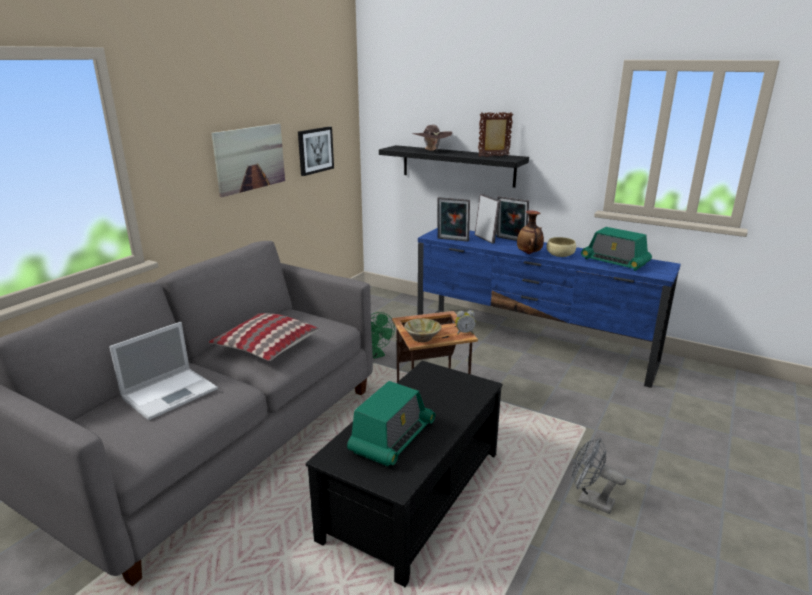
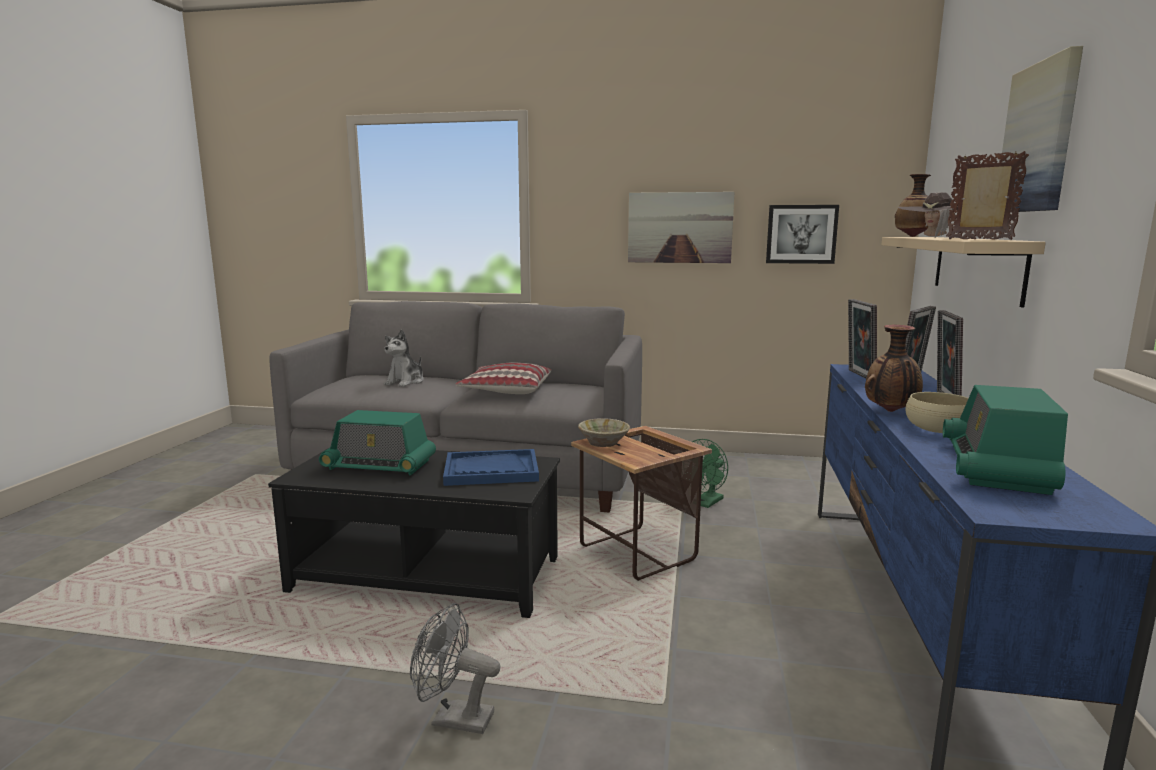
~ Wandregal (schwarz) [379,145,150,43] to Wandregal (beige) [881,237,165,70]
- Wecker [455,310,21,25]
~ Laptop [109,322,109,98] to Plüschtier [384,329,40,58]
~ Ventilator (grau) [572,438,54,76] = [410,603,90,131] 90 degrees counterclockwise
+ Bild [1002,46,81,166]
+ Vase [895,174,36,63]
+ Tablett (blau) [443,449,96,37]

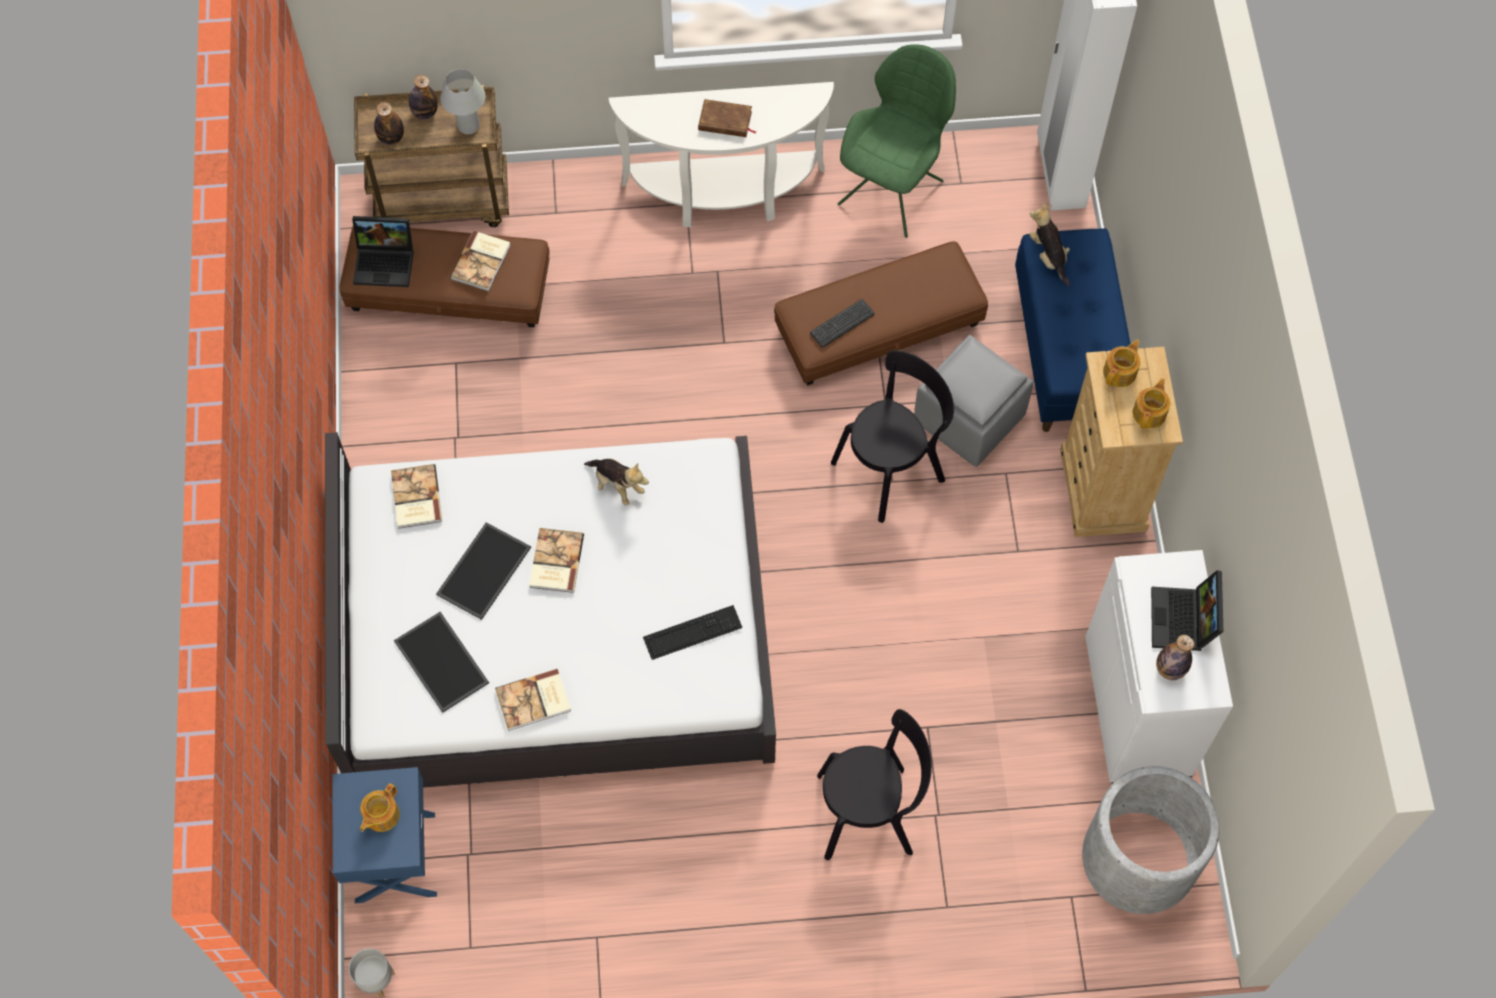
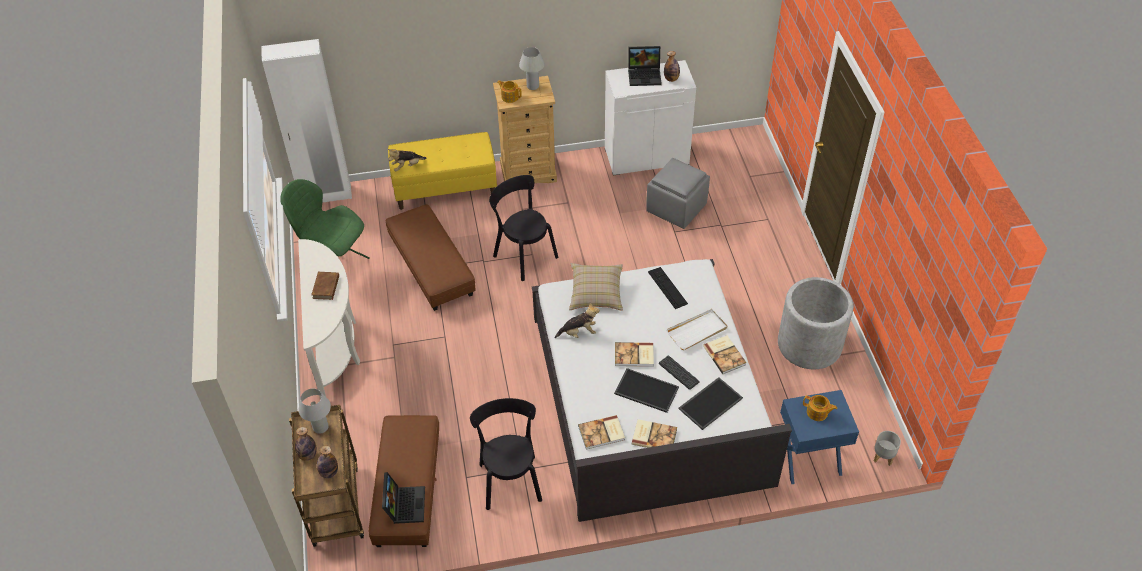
~ Bank (blau) [1015,228,116,204] to Bank (gelb) [388,132,109,78]
~ Buch [450,231,61,60] to [632,419,45,29]
~ Tastatur [810,299,65,49] to [659,355,40,35]
~ Polsterhocker (grau) [914,335,120,132] to [646,158,64,71]
~ Teekanne [1133,378,37,51] to Tischlampe (weiß) [519,47,26,43]
~ Plüschtier [584,459,65,46] = [554,303,46,35] 45 degrees clockwise
~ Stuhl (schwarz) [817,709,115,151] to [470,398,72,112]
~ Pflanzkübel (grau) [1082,766,138,148] to [778,277,75,92]
+ Kissen (beige) [569,263,54,48]
+ Tablett (weiß) [667,309,60,41]

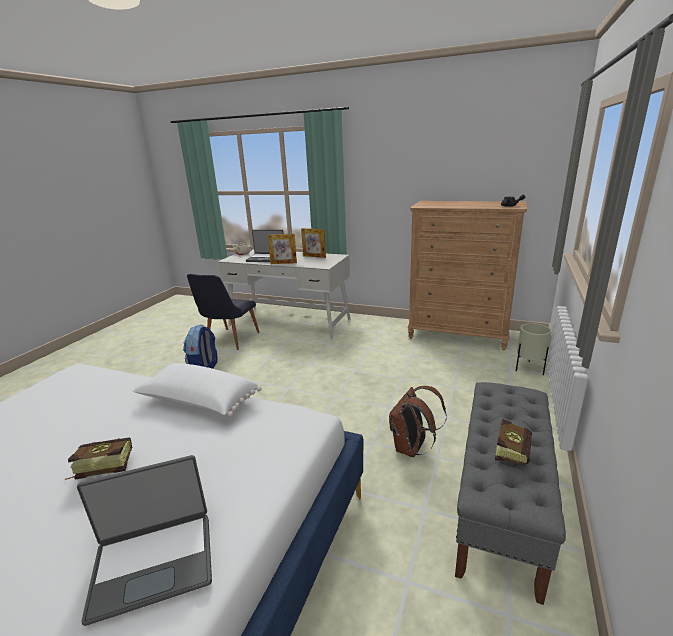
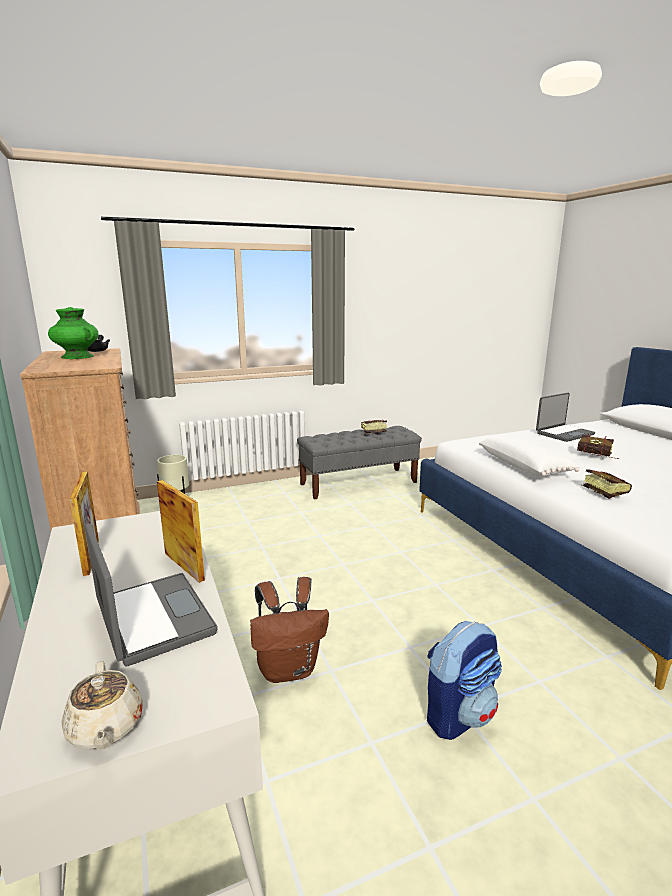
- Stuhl (schwarz) [187,274,73,76]
~ Rucksack (braun) [389,386,58,71] to [250,577,79,106]
~ Laptop [77,455,135,171] = [536,393,59,49] 120 degrees clockwise
+ Vase (grün) [48,307,51,52]
+ Buch [581,469,51,30]

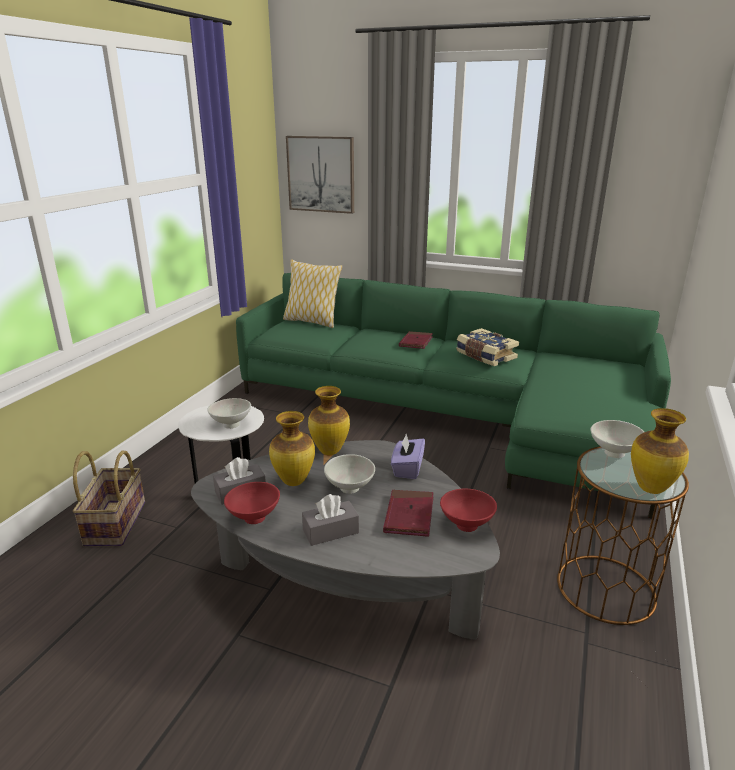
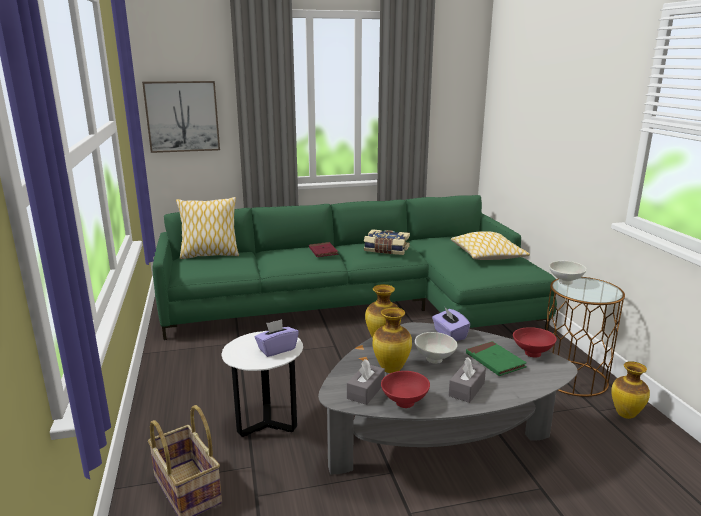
~ Schüssel (weiß) [207,398,44,31] to Taschentuchbox (lila) [255,319,44,38]
~ Vase [631,408,58,86] to [611,361,39,58]
~ Buch (rot) [383,490,51,47] to Buch (grün) [466,341,61,35]
+ Kissen [451,231,79,29]

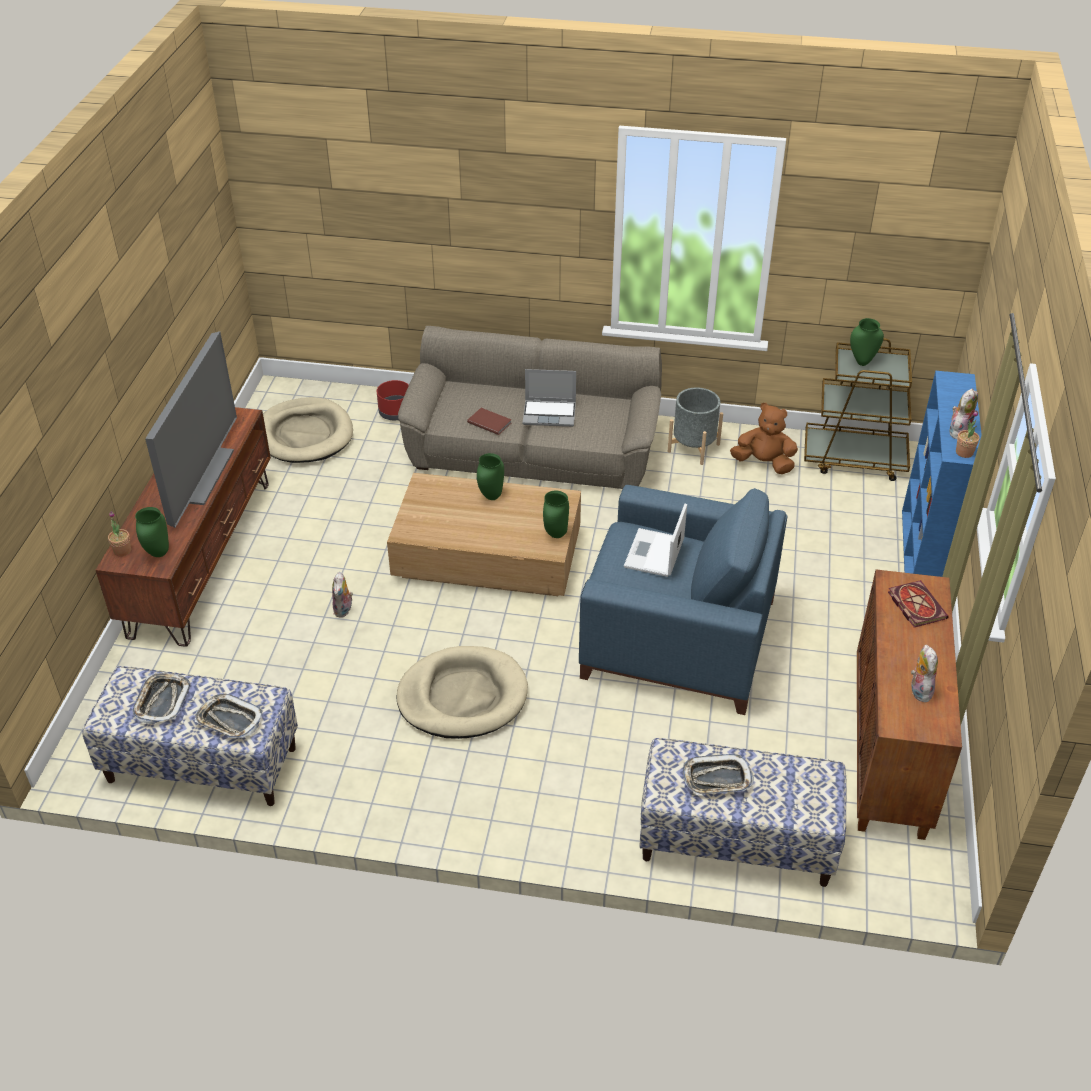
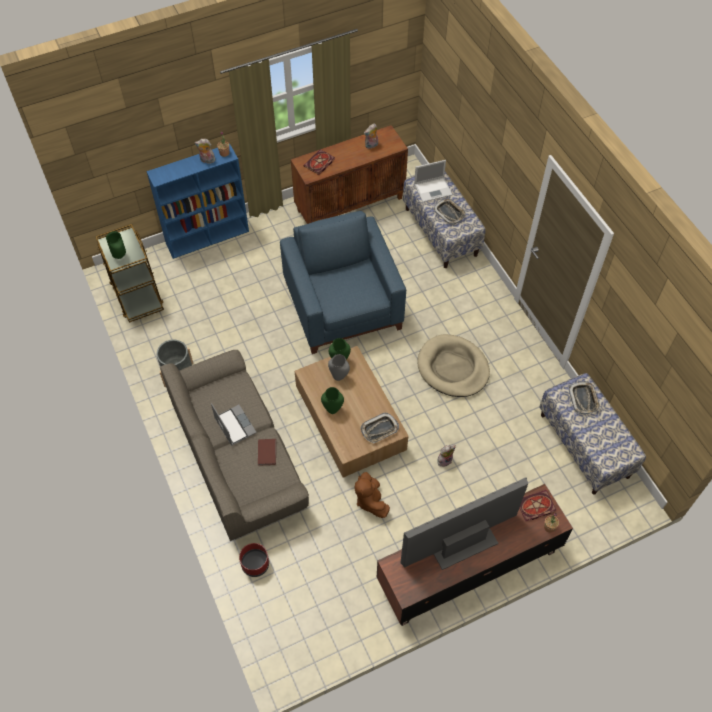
- Hundebett (beige) [263,397,90,66]
~ Plüschtier (braun) [730,403,68,71] to [355,472,35,46]
~ Laptop [624,504,63,73] to [414,160,38,42]
~ Vase (grün) [135,507,34,50] to Buch [520,490,36,31]
~ Tablett [133,673,57,51] to [360,413,39,30]
+ Vase (grau) [328,354,22,27]

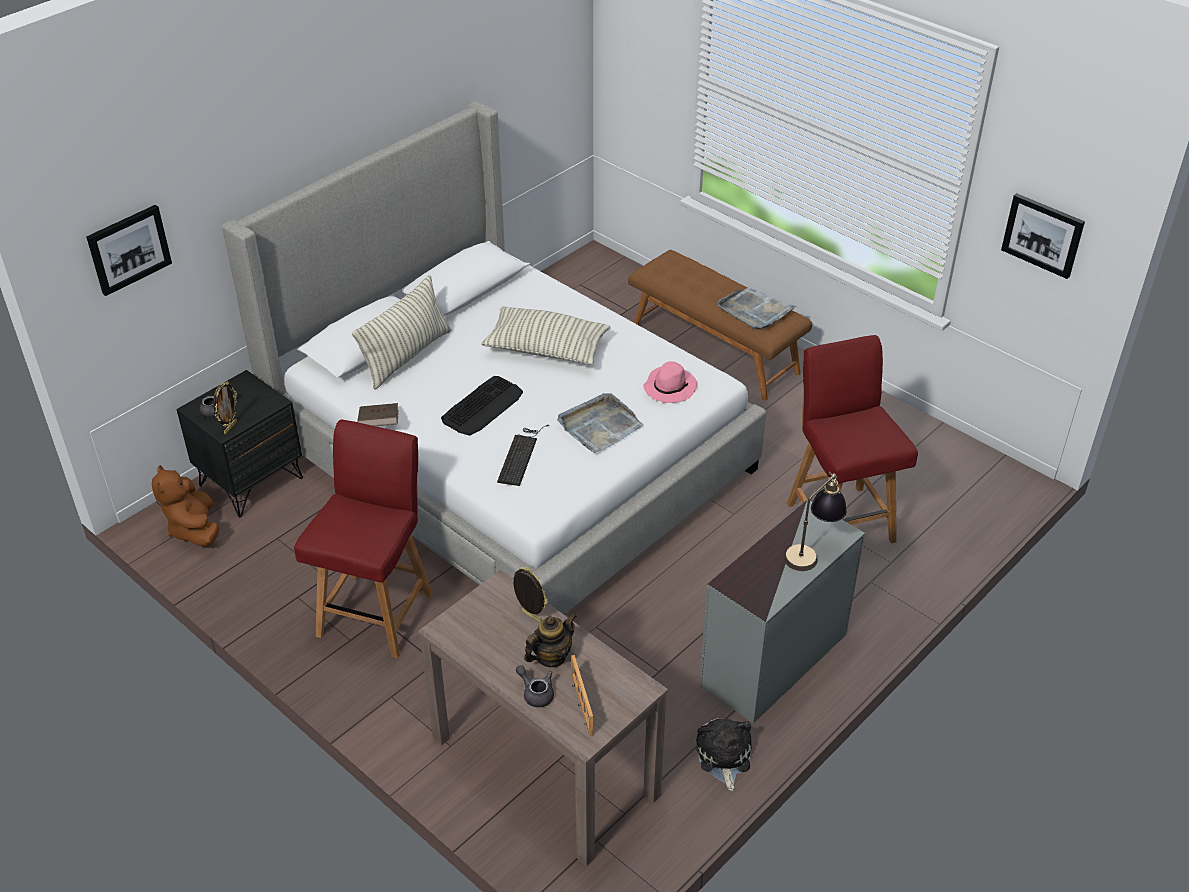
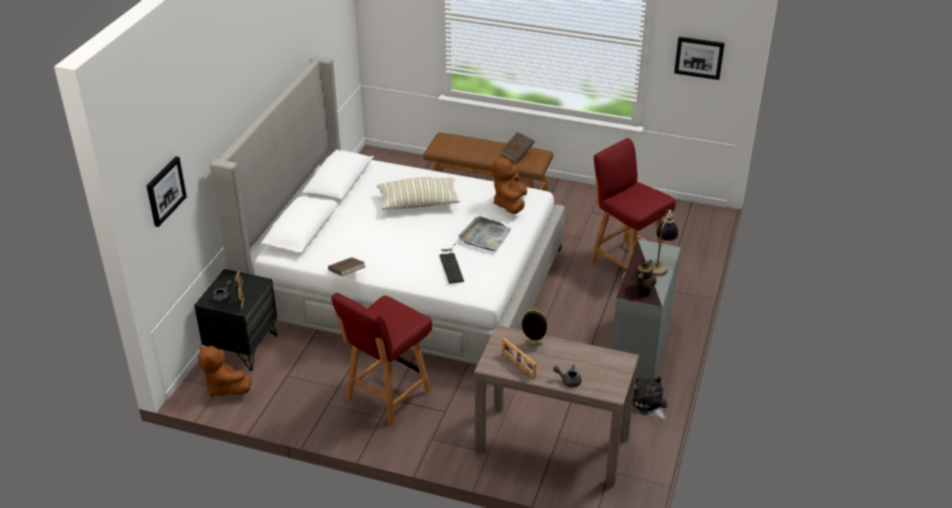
- Kissen [352,275,100,115]
~ Tablett (grau) [717,287,80,43] to Buch (braun) [500,132,35,30]
~ Hut (rosa) [643,361,54,42] to Plüschtier (braun) [492,154,35,60]
- Tastatur [441,376,82,60]
~ Stuhl (rot) [294,420,139,238] = [331,293,101,133] 135 degrees counterclockwise
~ Teekanne [524,613,53,54] to [631,260,26,34]
~ Bilderrahmen [571,655,22,81] to [502,338,34,41]

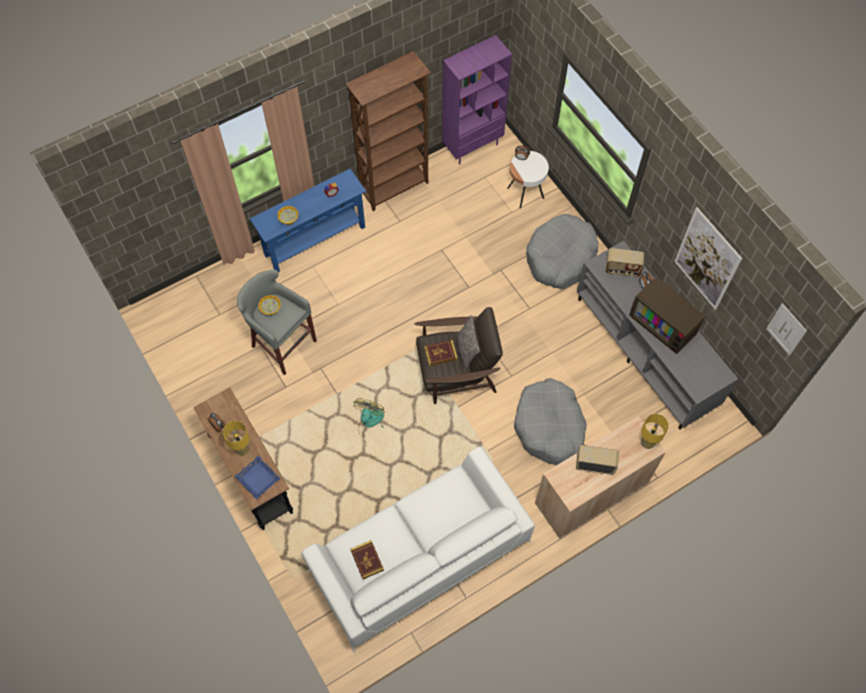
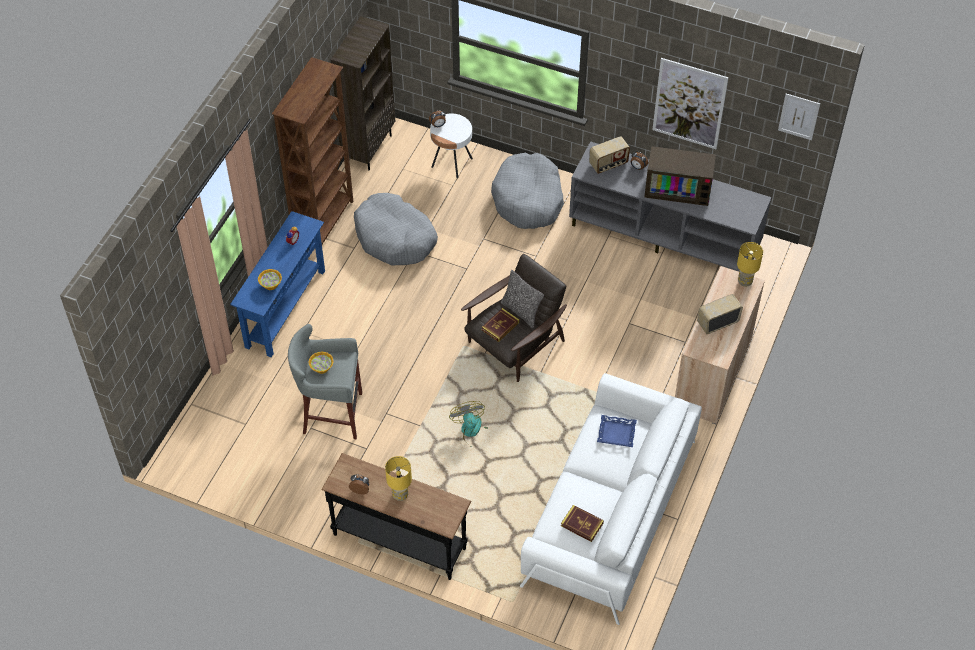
~ Bücherregal (lila) [442,35,70,130] to Bücherregal (braun) [331,16,64,155]
~ Hundebett (grau) [514,378,72,87] to [354,193,84,72]
~ Tablett (blau) [234,456,46,44] to [597,415,40,32]

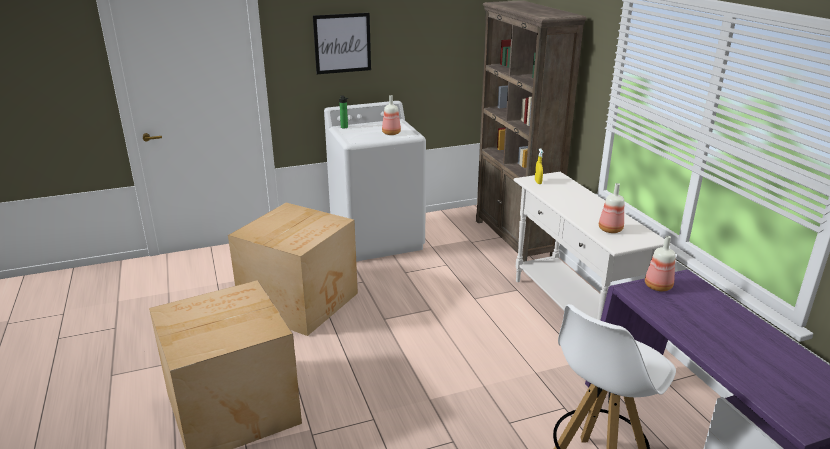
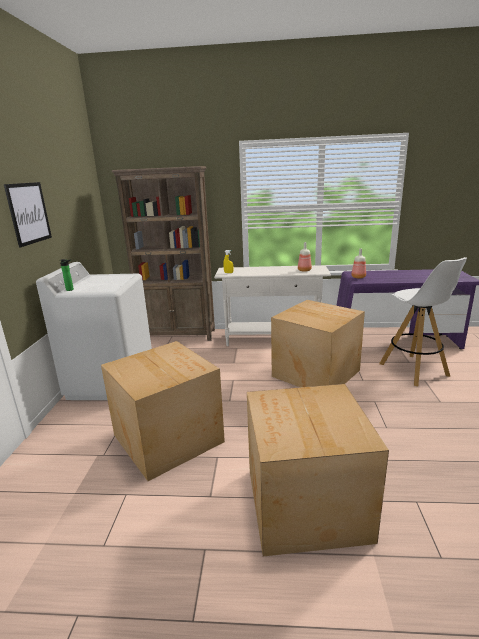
- Flasche [382,95,19,40]
+ Karton [271,300,94,87]

